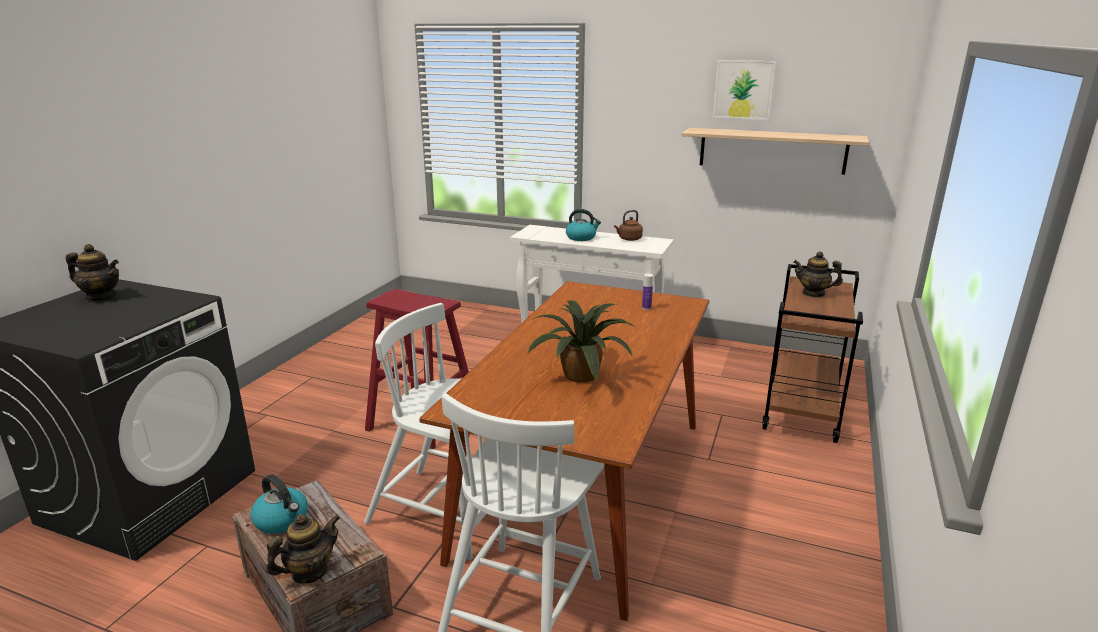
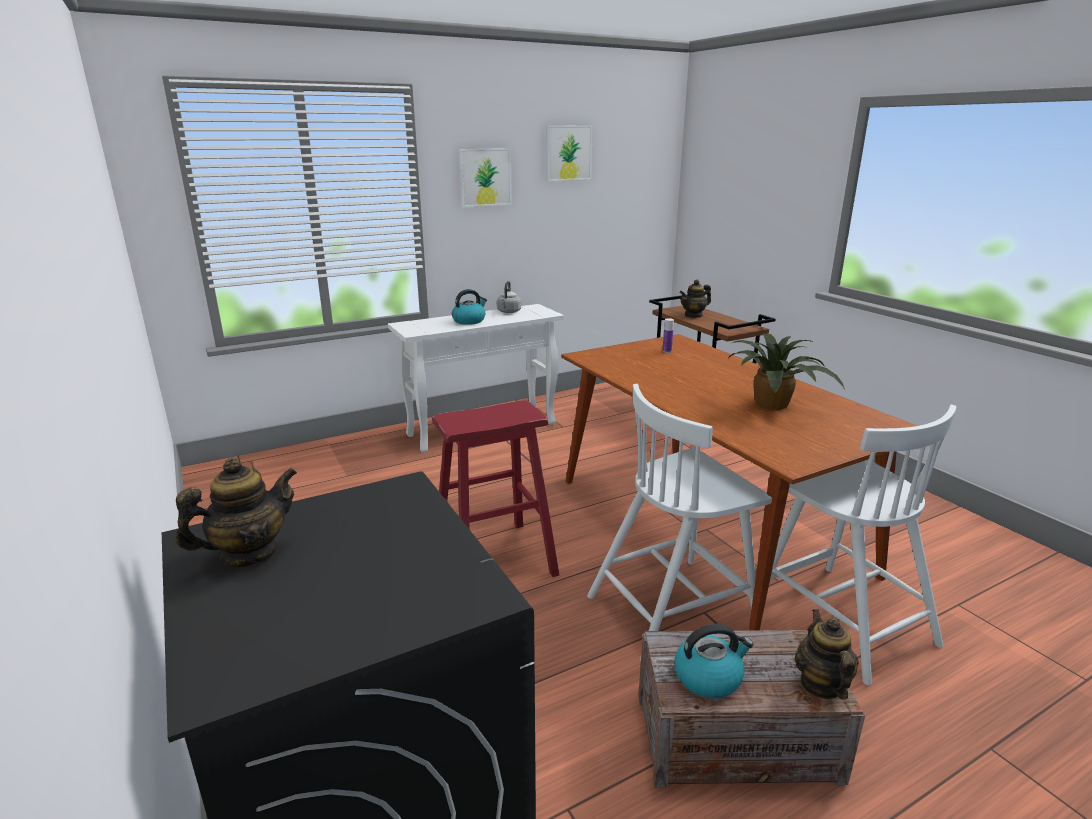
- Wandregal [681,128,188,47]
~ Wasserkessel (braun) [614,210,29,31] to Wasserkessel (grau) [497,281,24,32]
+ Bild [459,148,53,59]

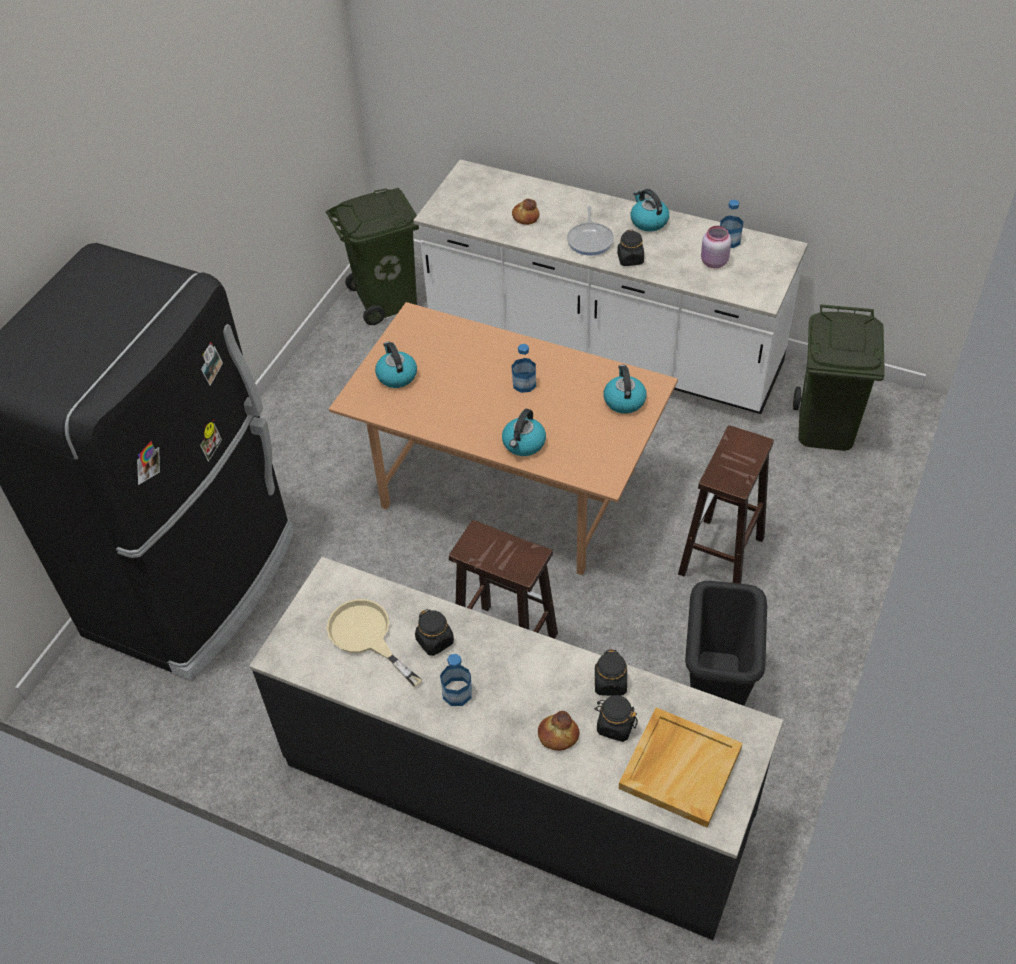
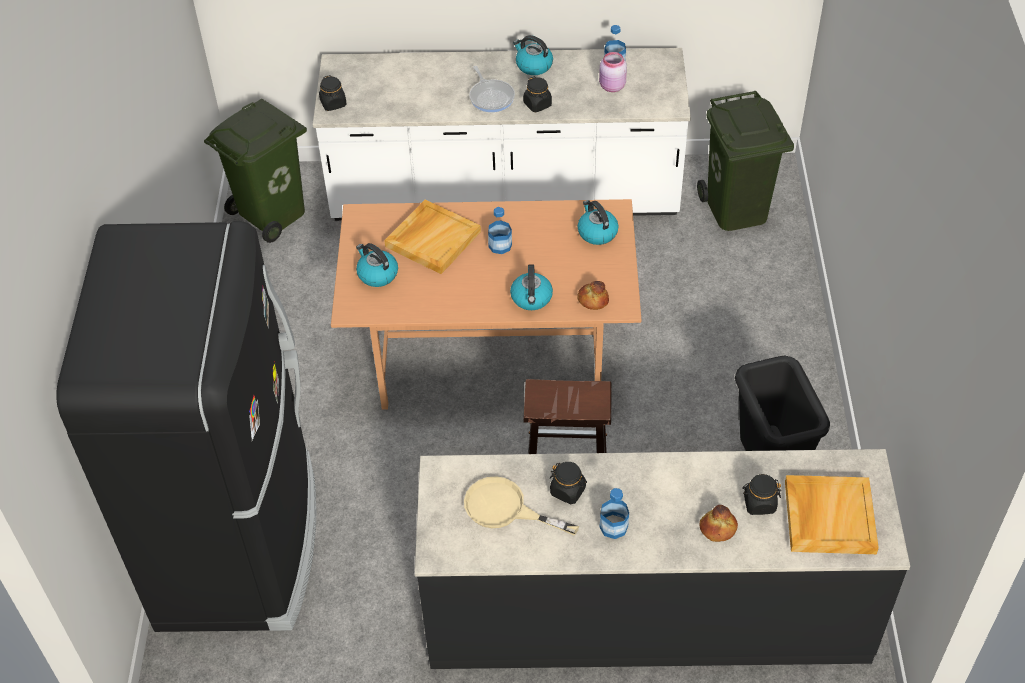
~ Brot [512,199,27,26] to [577,281,32,29]
- Hocker (braun) [678,425,96,159]
~ Vorratsglas (schwarz) [595,649,32,47] to [319,75,28,36]
+ Tablett (beige) [384,200,97,74]

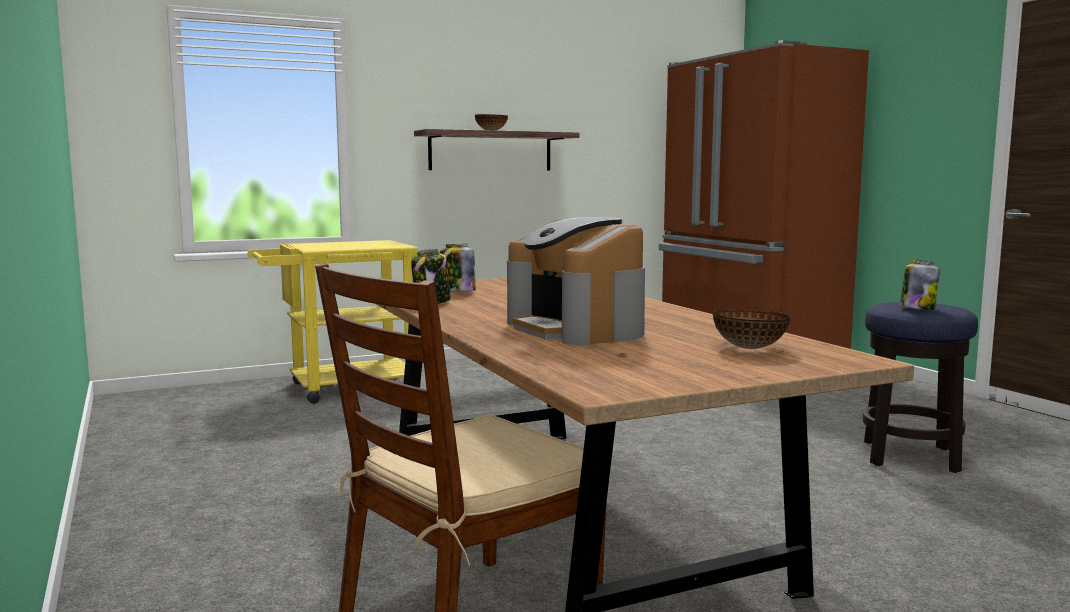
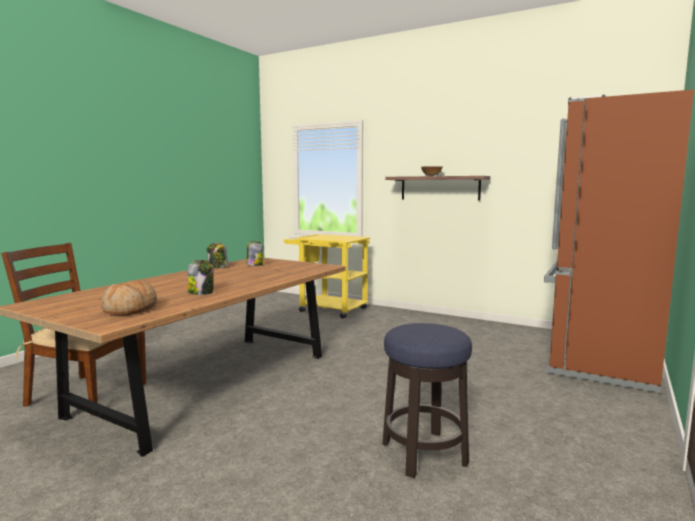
- Kaffeemaschine [507,217,138,128]
~ Vorratsglas [900,260,40,50] to [188,260,26,35]
~ Schüssel [713,309,78,40] to Brot [101,280,56,35]

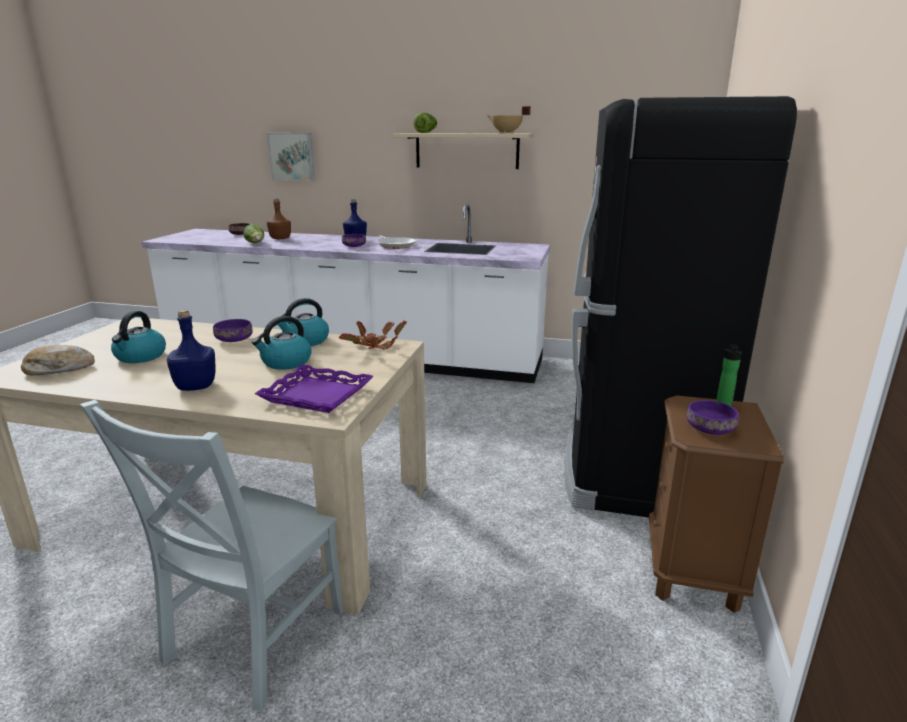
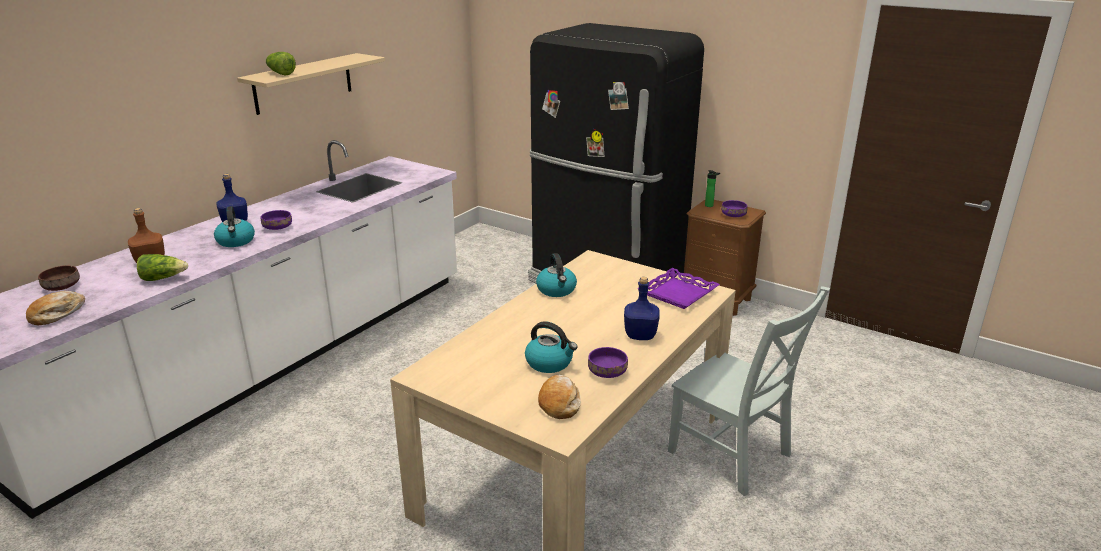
- Kochtopf (beige) [487,106,44,27]
- Bild [267,133,48,48]
- Pfanne [377,235,39,14]
~ Wasserkessel [252,316,60,54] to [214,206,41,41]
~ Schüssel (lila) [213,319,40,23] to [588,347,40,31]
- Topfpflanze [339,321,68,29]
+ Brot [26,291,59,34]

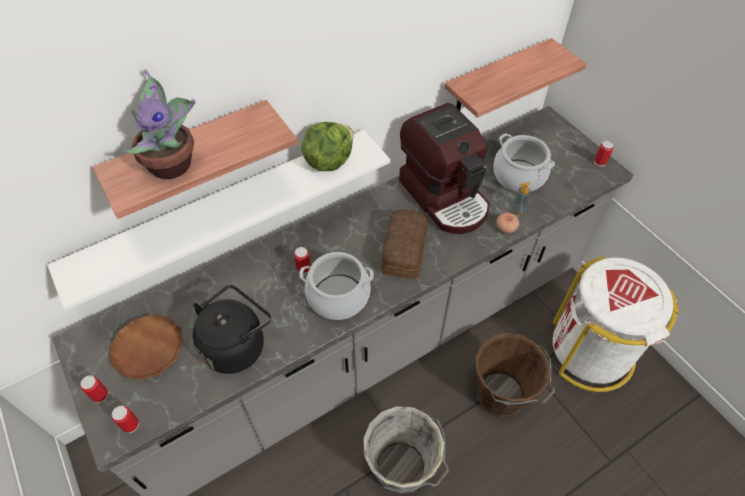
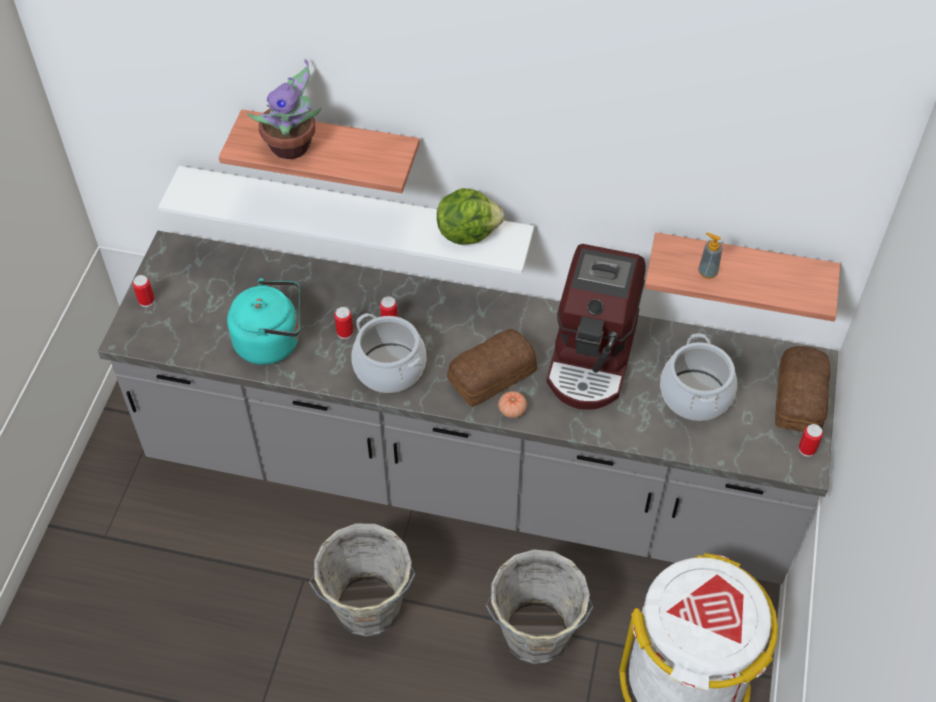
~ Seifenspender [512,182,19,33] to [698,232,24,47]
~ Tomate [496,213,23,20] to [498,391,29,27]
~ Wasserkessel (schwarz) [193,285,78,89] to Wasserkessel (türkis) [227,278,73,87]
- Teller (braun) [109,315,74,65]
~ Eimer (braun) [475,333,80,84] to Eimer (grau) [486,549,107,115]
~ Dose [112,406,27,27] to [334,307,19,32]
+ Brot [775,346,55,86]

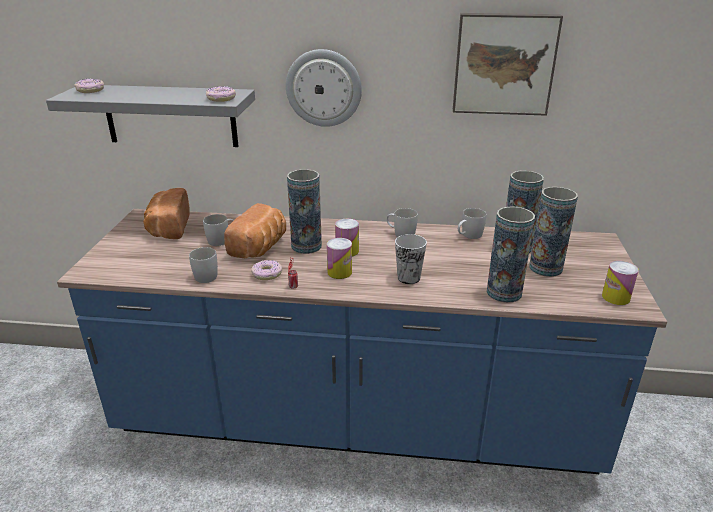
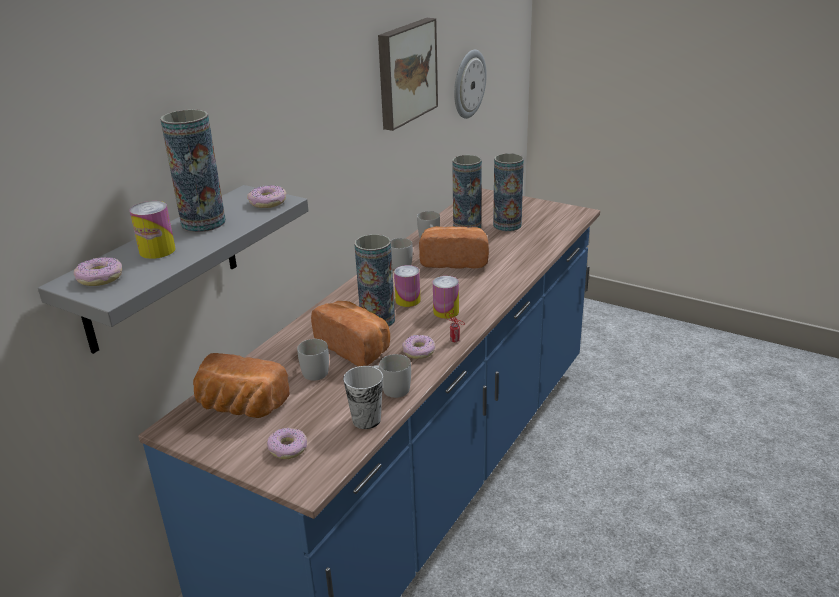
~ Wanduhr [286,49,76,78] to [454,50,33,69]
~ Vase [487,207,48,96] to [160,109,66,123]
~ Tasse [395,234,32,50] to [343,366,40,63]
~ Dose [602,261,37,44] to [130,201,46,58]
+ Brot [419,226,70,43]
+ Donut [267,428,40,31]

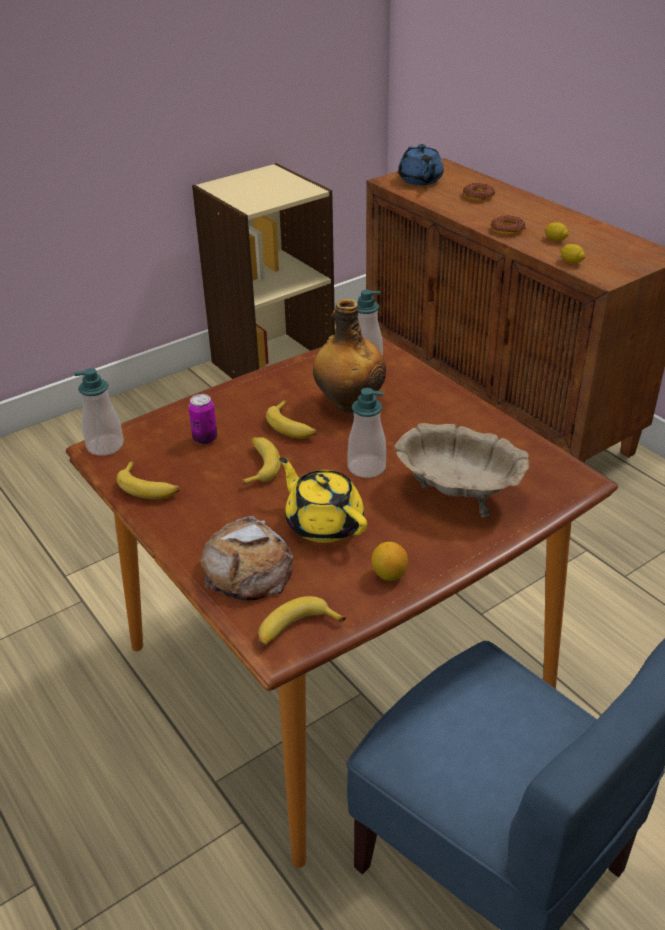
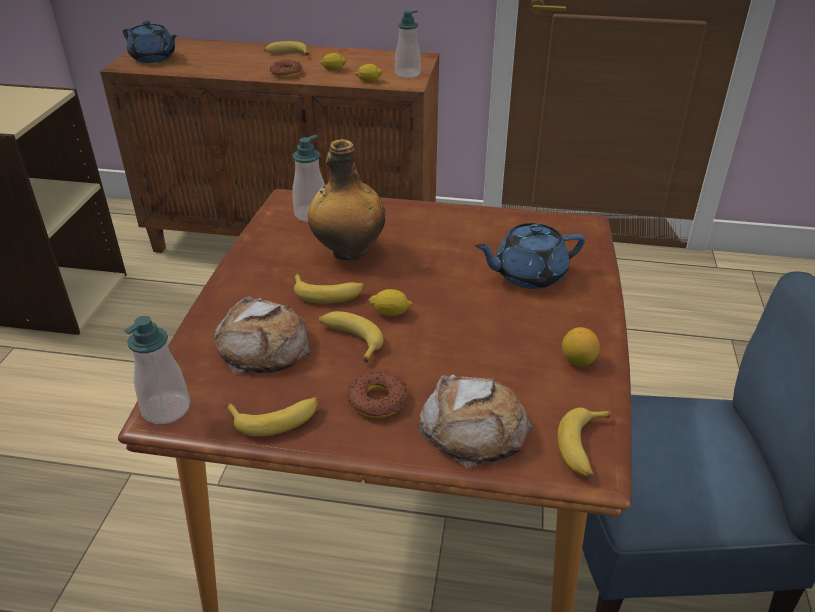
~ Donut [463,183,32,18] to [347,372,60,46]
~ Seifenspender [347,388,39,90] to [395,10,26,68]
~ Dose [188,394,29,50] to Brot [215,296,95,77]
~ Schüssel (beige) [394,423,135,95] to Teekanne (blau) [475,223,110,66]
- Teekanne (gelb) [279,457,88,86]
+ Banane [264,41,45,15]
+ Zitrone [369,289,44,27]

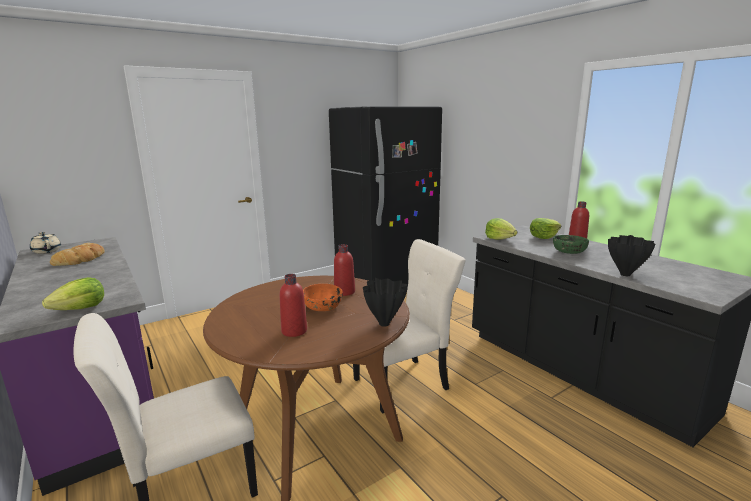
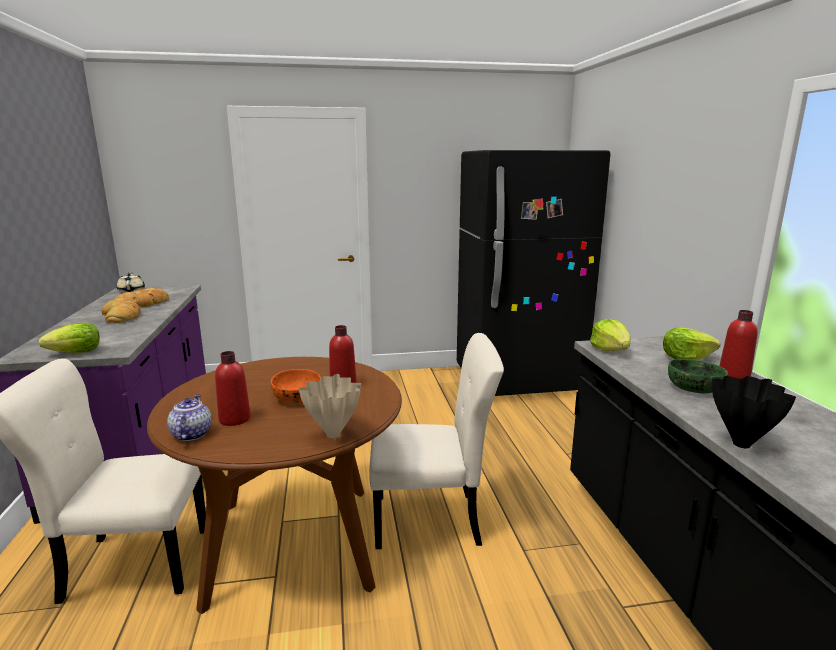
~ Vase (schwarz) [363,278,45,49] to Vase (beige) [299,374,62,64]
+ Brot [101,298,40,25]
+ Teekanne [167,394,45,47]

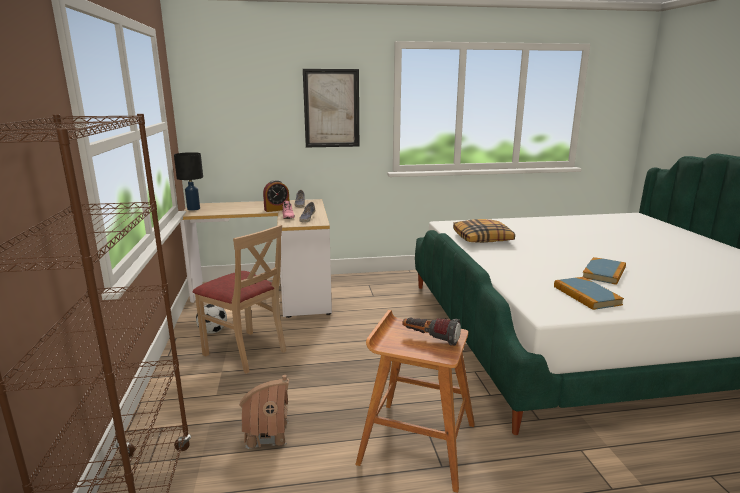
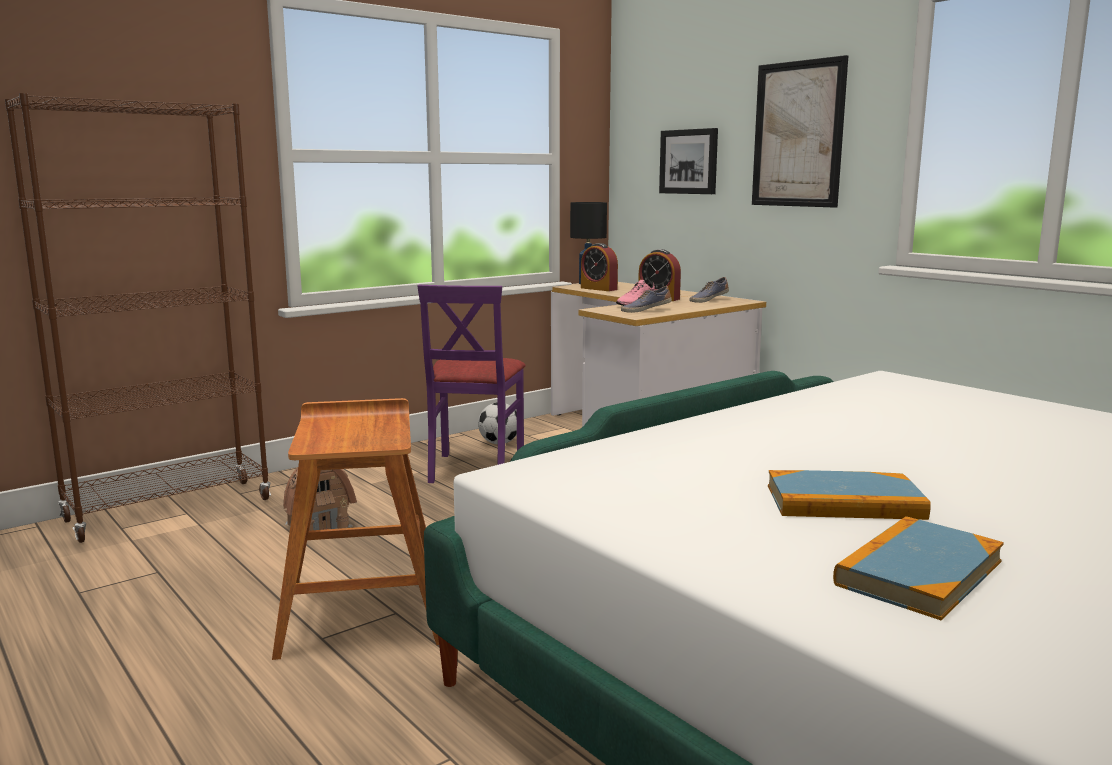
- Kissen [453,219,62,24]
~ Stuhl (beige) [192,224,94,150] to Stuhl (lila) [418,285,108,198]
~ Buch [554,277,70,33] to [833,516,171,104]
- Taschenlampe [402,317,59,29]
+ Bild [659,128,59,66]
+ Wecker [581,243,37,48]

